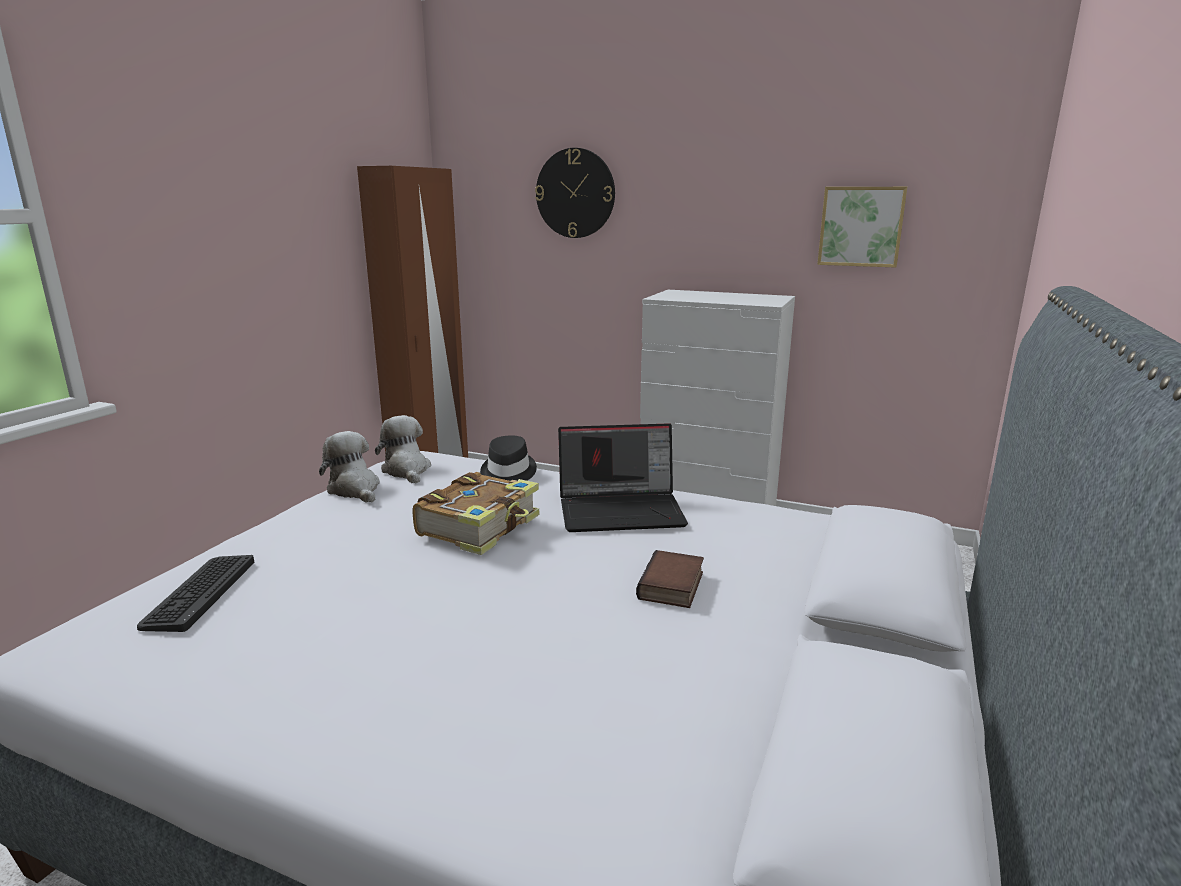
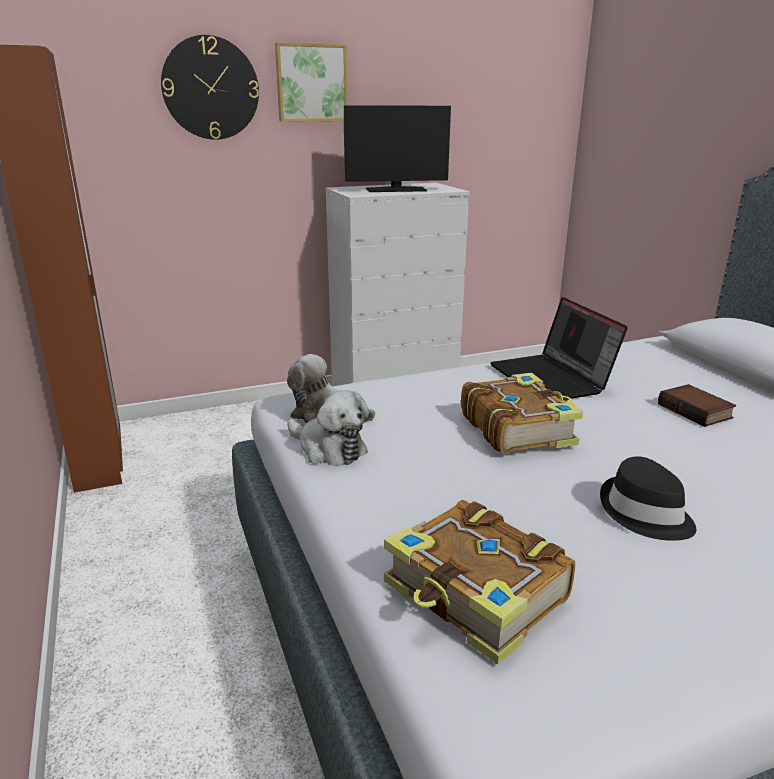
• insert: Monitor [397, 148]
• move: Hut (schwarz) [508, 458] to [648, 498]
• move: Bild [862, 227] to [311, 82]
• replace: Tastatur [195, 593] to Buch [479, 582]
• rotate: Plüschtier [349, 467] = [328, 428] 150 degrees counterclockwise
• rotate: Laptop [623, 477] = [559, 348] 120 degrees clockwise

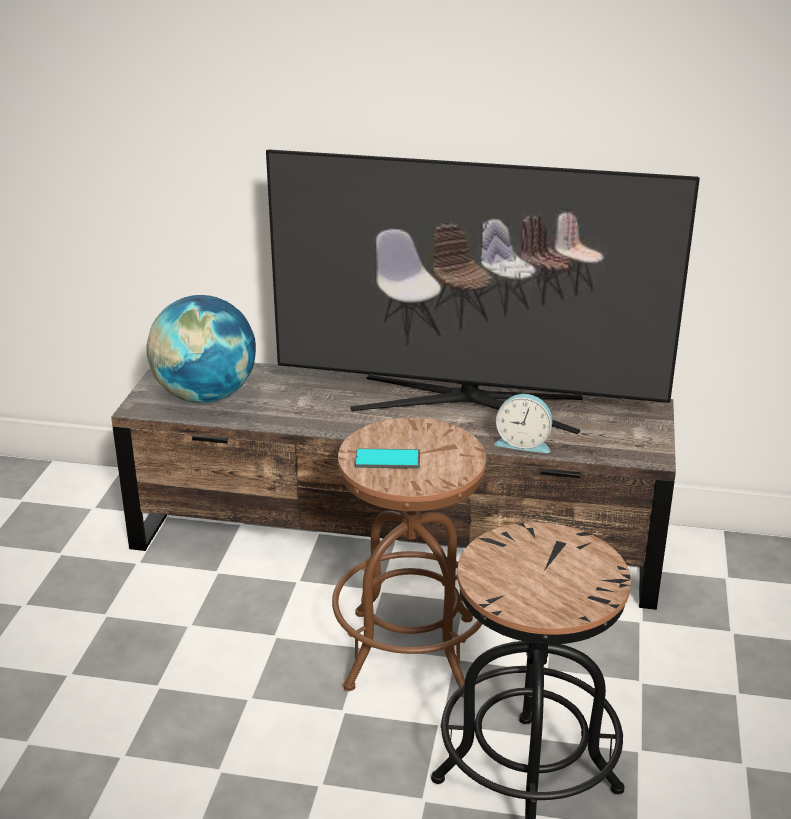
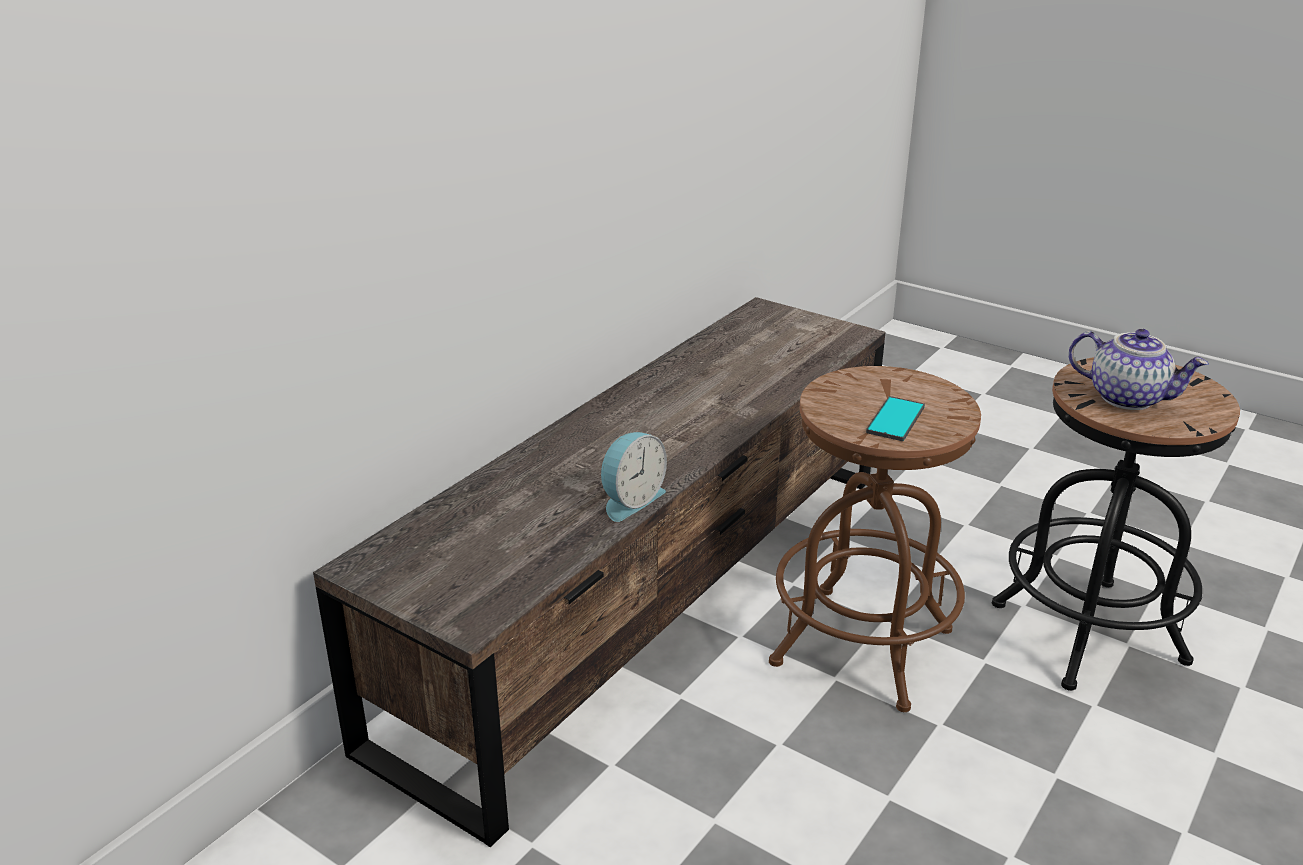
• delete: Globus [201, 349]
• delete: Fernseher [483, 291]
• insert: Teekanne [1138, 369]
• move: Wecker [523, 423] to [634, 477]

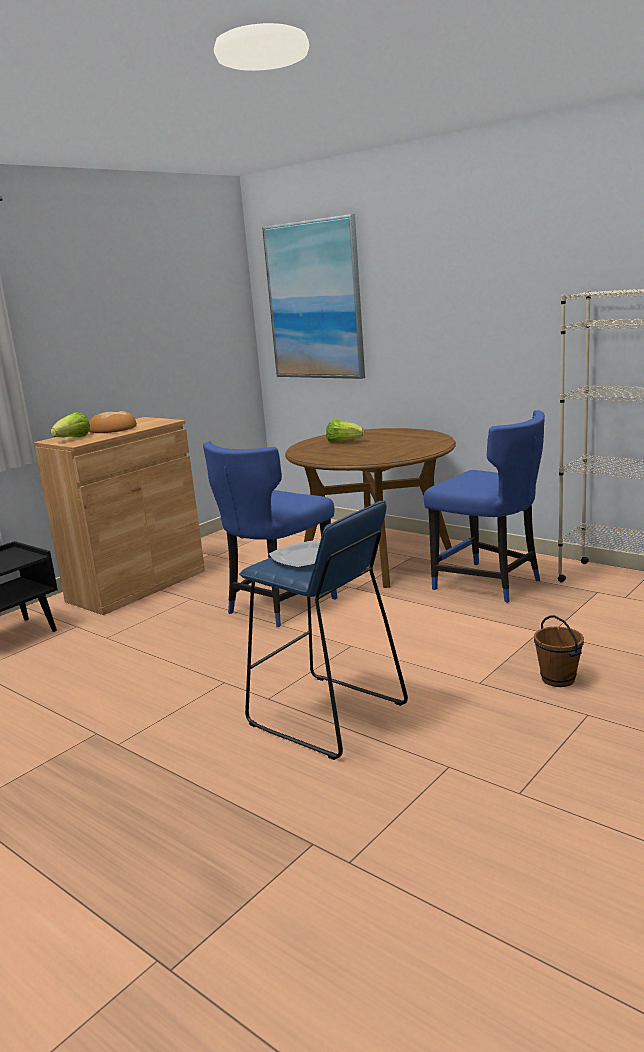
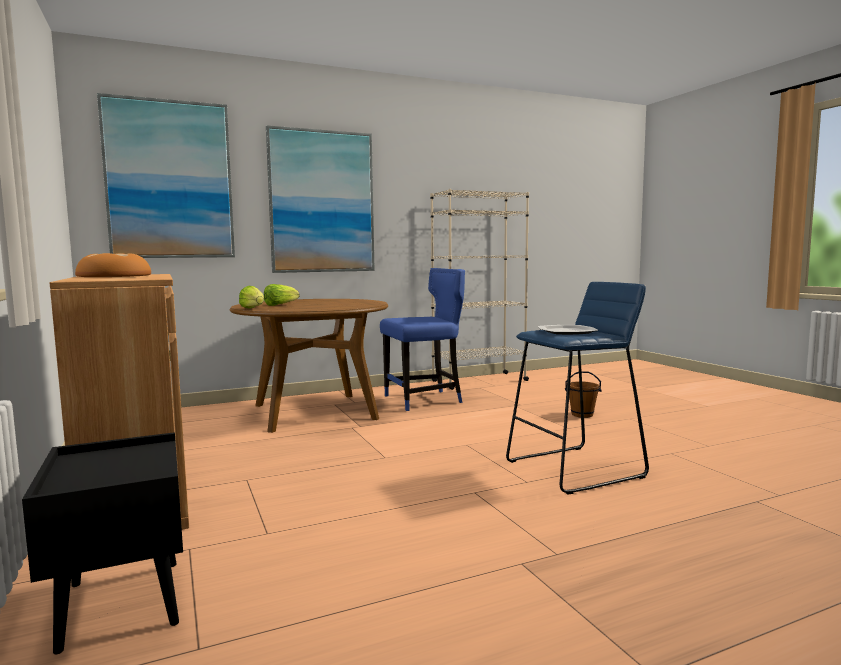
• delete: Stuhl (blau) [270, 534]
• insert: Bild [320, 199]
• move: Salatkopf [70, 424] to [251, 296]

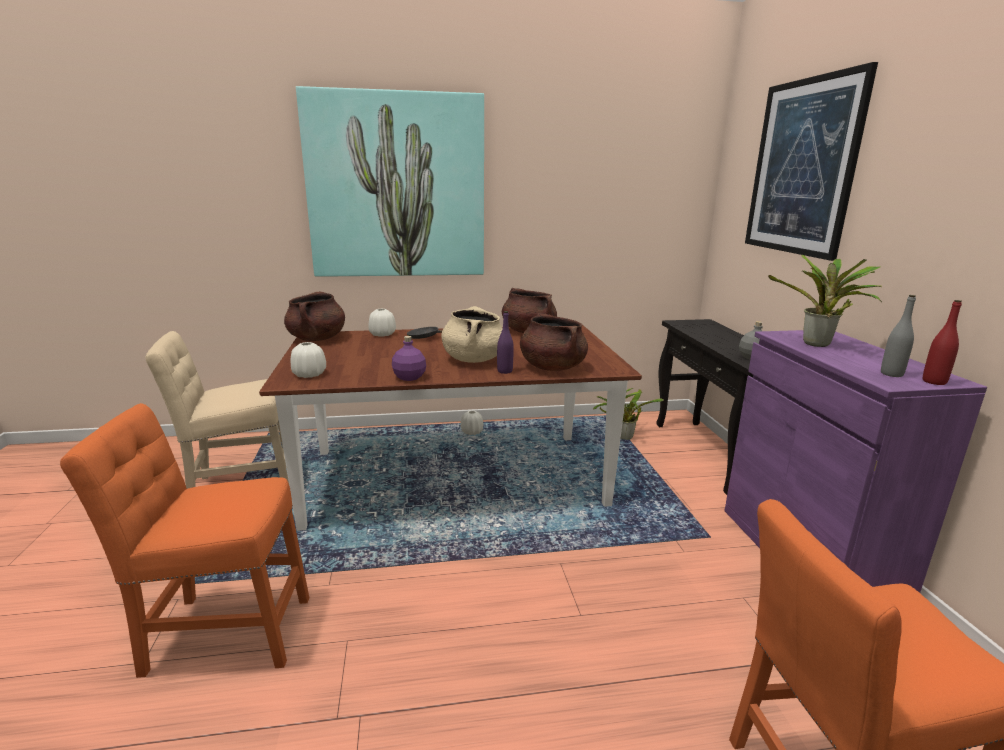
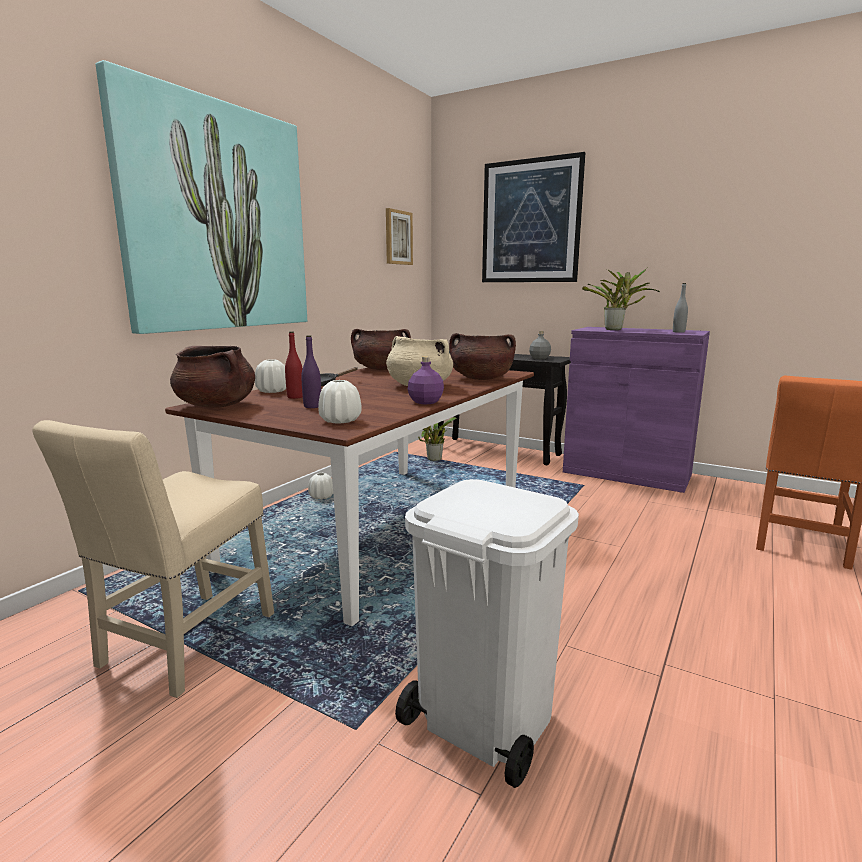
• insert: Bild [399, 236]
• move: Flasche (lila) [505, 342] to [311, 371]
• move: Flasche (rot) [942, 342] to [294, 365]
• replace: Stuhl (orange) [184, 540] to Mülleimer (weiß) [487, 633]

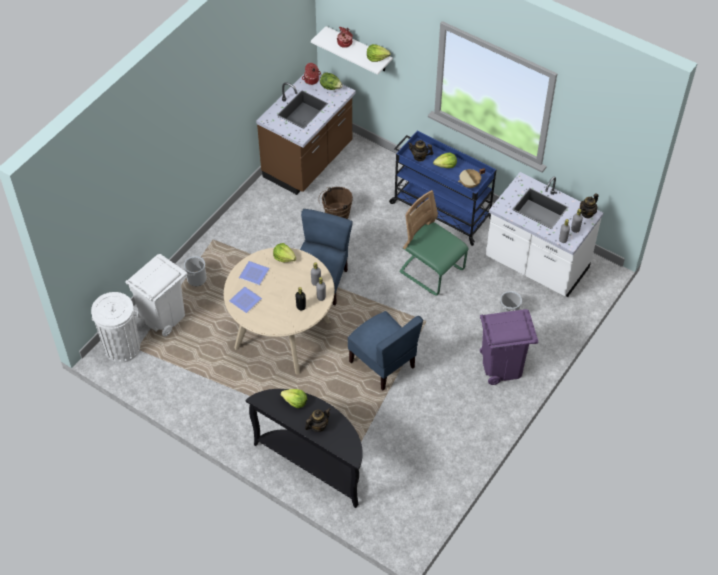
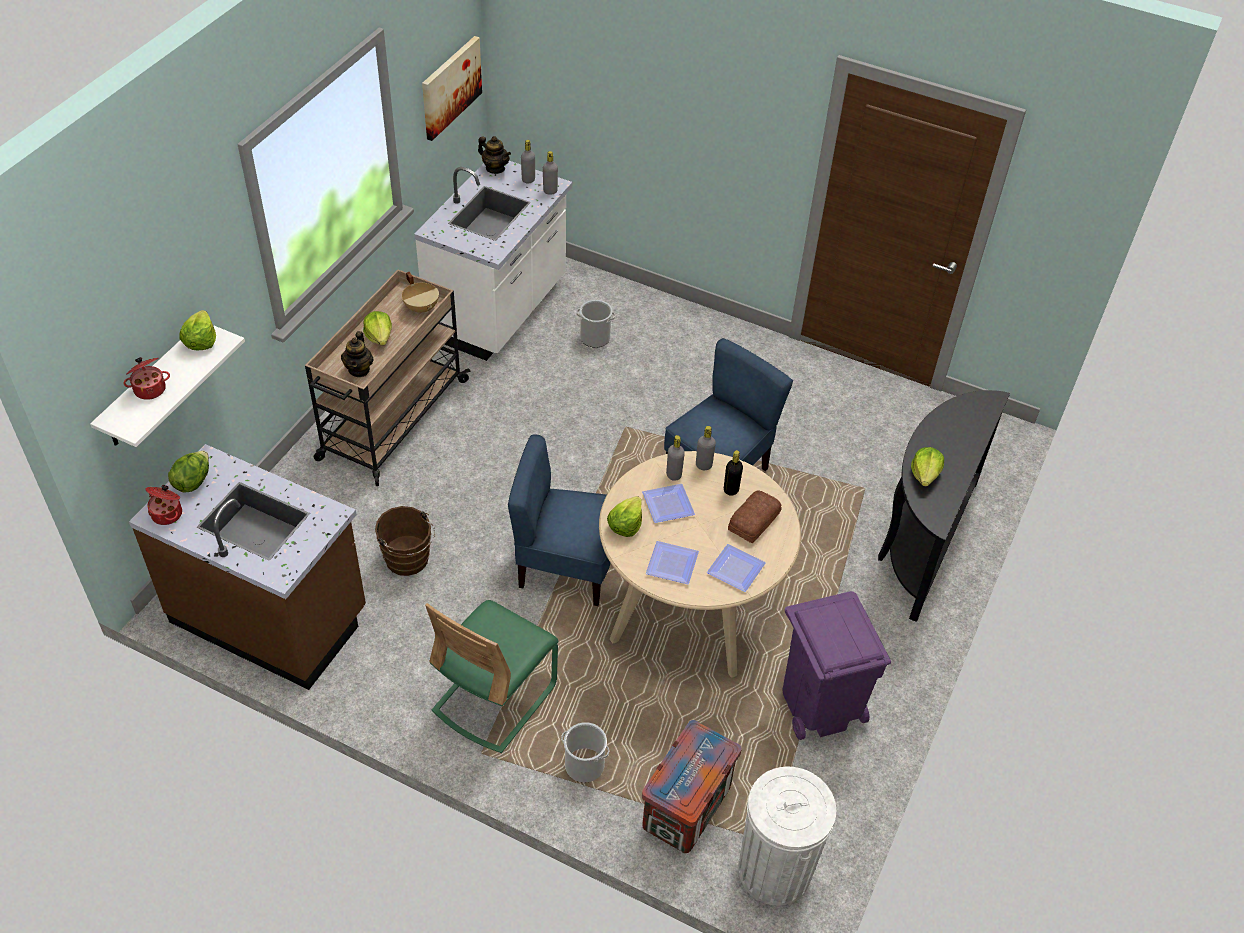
• delete: Teekanne [318, 420]
• insert: Bild [452, 88]
• insert: Teller [668, 503]
• insert: Brot [755, 516]
• move: Stuhl (grün) [434, 243] to [491, 676]
• move: Mülleimer (lila) [509, 347] to [836, 665]
• replace: Mülleimer (weiß) [156, 295] to Kiste [692, 786]
• recolor: Rollwagen (blau) [442, 188] to Rollwagen (beige) [387, 378]

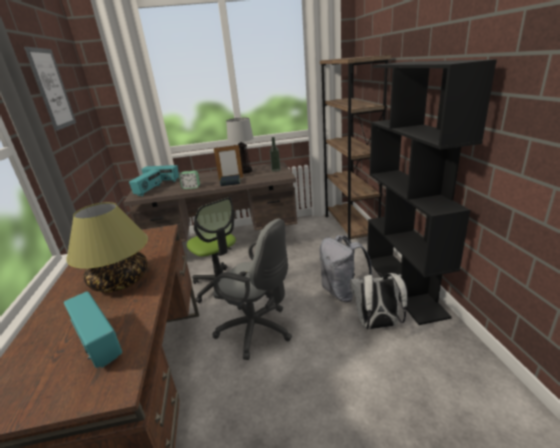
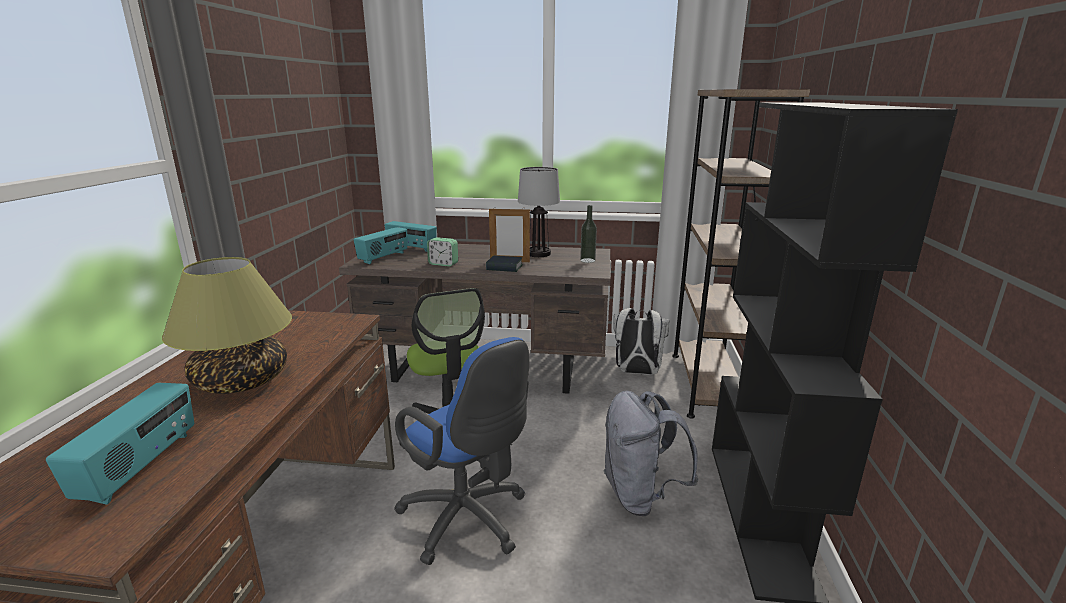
• delete: Bild [50, 89]
• move: Rucksack (weiß) [379, 300] to [641, 341]
• recolor: Bürostuhl (grau) [252, 289] to Bürostuhl (blau) [462, 451]
• rotate: Radio [93, 329] = [120, 444] 150 degrees counterclockwise

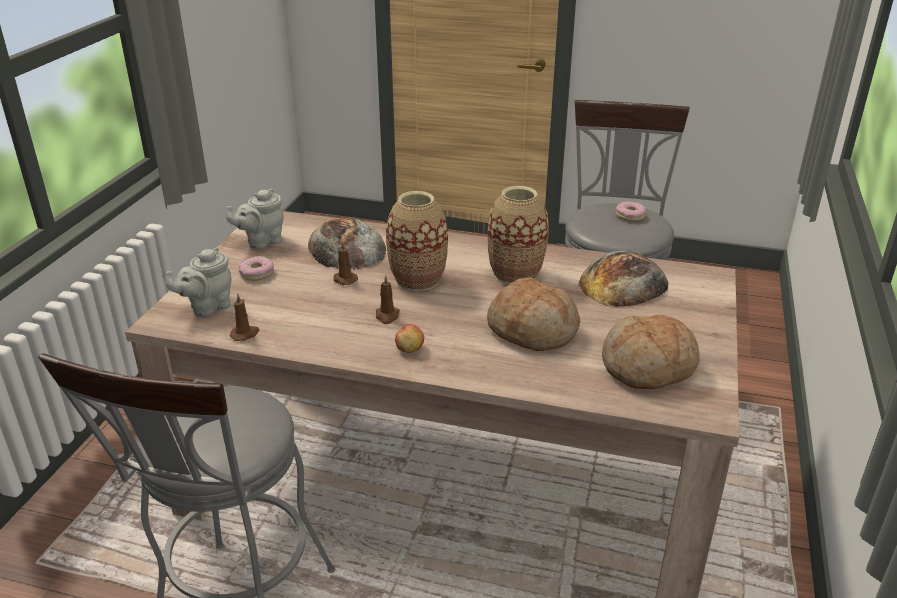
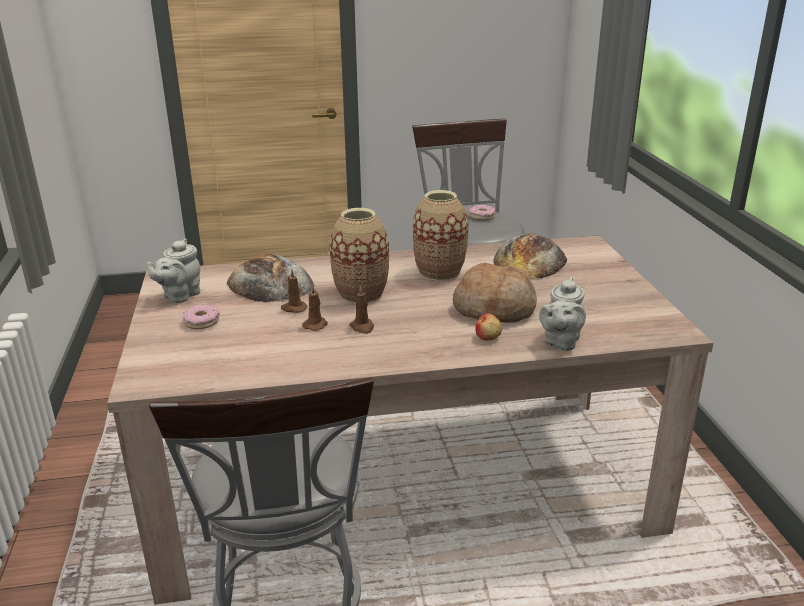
• delete: Brot [651, 352]
• move: Teekanne (grau) [198, 282] to [562, 314]
• move: Kerze (braun) [244, 317] to [315, 307]
• move: Apfel [409, 338] to [488, 327]

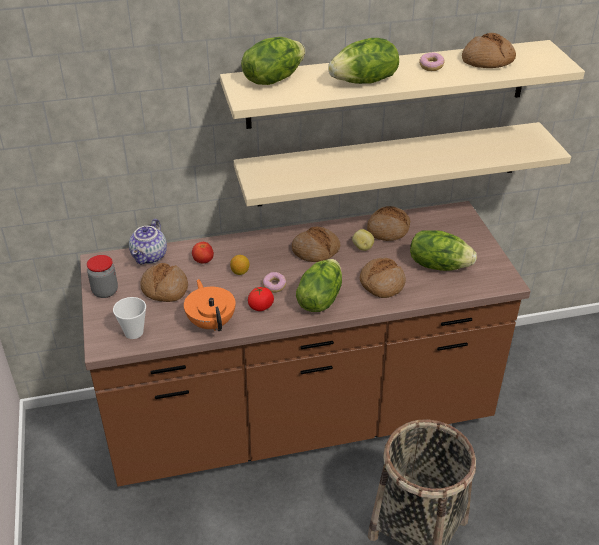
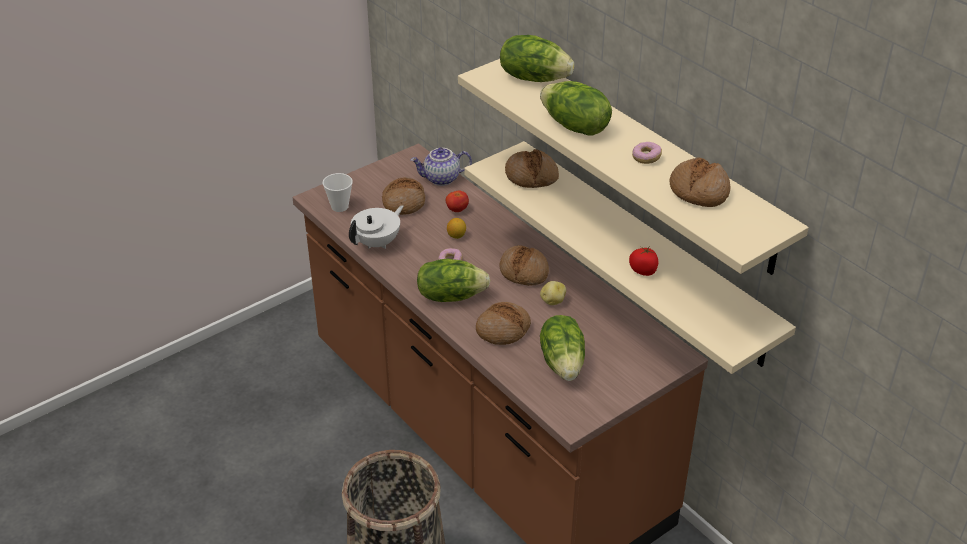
• delete: Vorratsglas [102, 276]
• move: Tomate [261, 298] to [643, 261]
• move: Brot [388, 223] to [532, 168]
• recolor: Teekanne (orange) [210, 305] to Teekanne (weiß) [376, 227]

